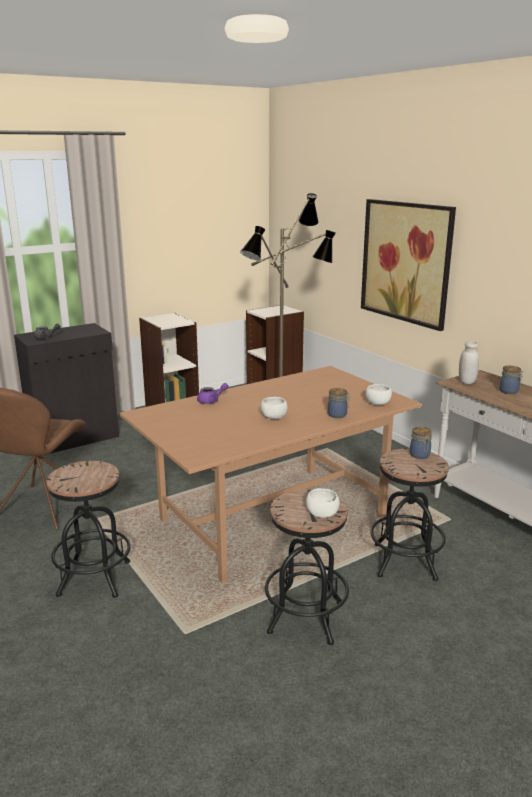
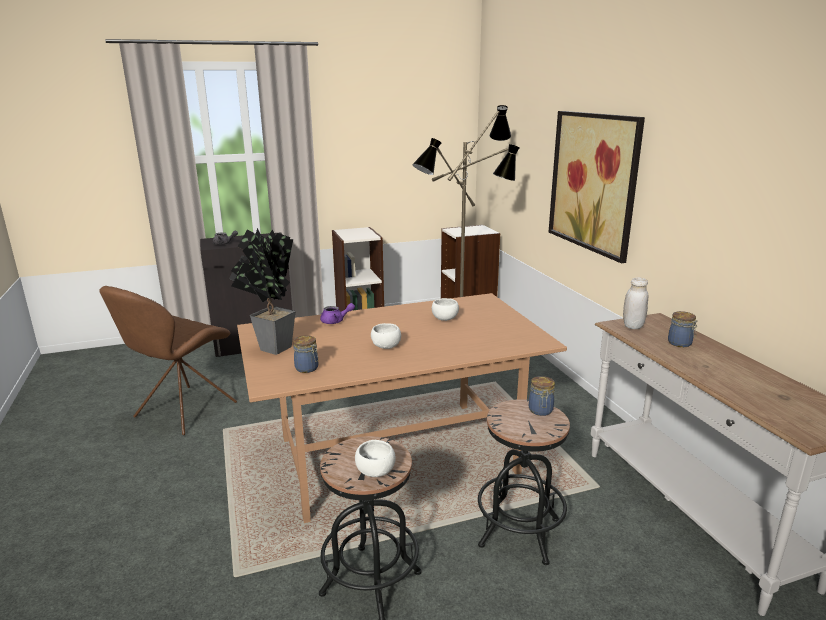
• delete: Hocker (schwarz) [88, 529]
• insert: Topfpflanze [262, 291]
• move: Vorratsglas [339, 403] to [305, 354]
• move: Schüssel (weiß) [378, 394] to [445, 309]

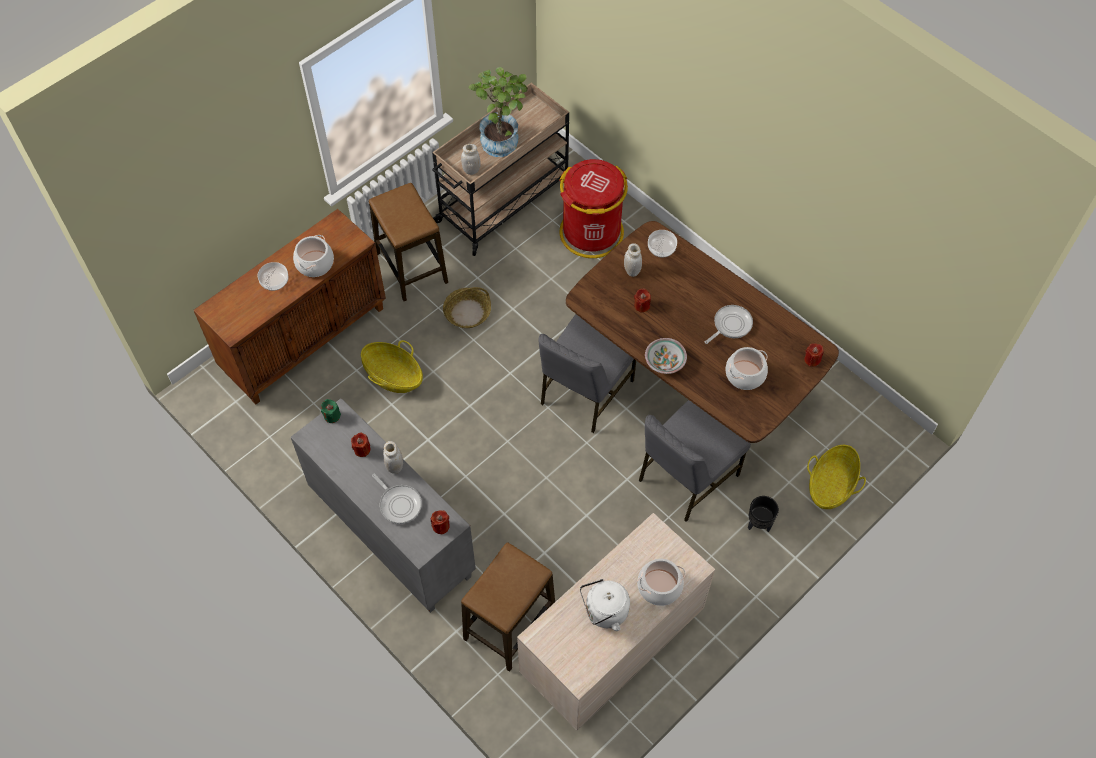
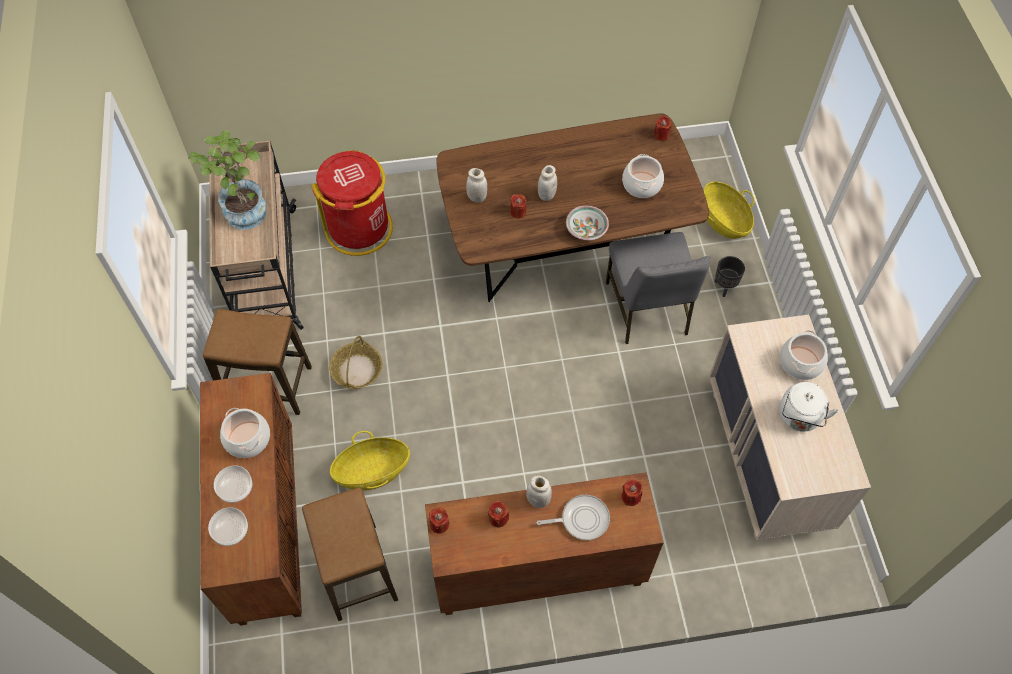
• delete: Stuhl (grau) [587, 373]
• delete: Pfanne [729, 324]
• move: Vorratsglas (weiß) [471, 159] to [547, 183]
• move: Hocker [508, 607] to [350, 554]
• move: Schüssel [662, 243] to [228, 526]
• recolor: Schrank (grau) [383, 505] to Schrank (braun) [544, 543]
• recolor: Kerze (grün) [331, 411] to Kerze (rot) [439, 520]

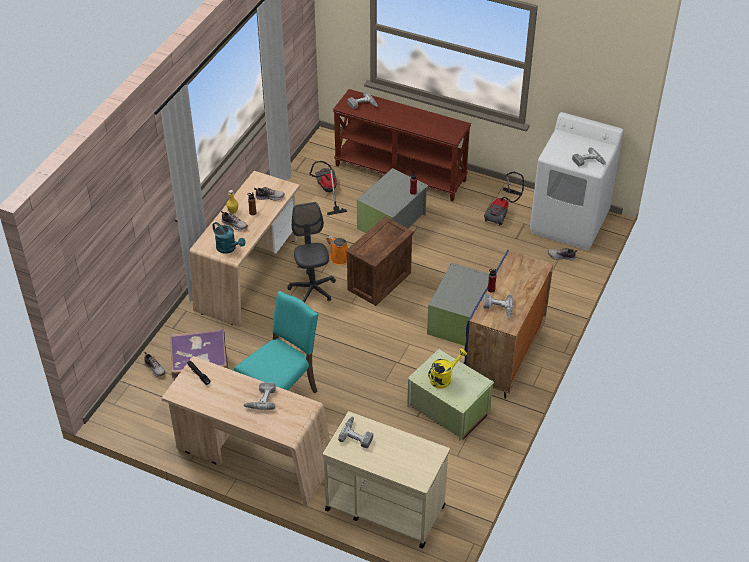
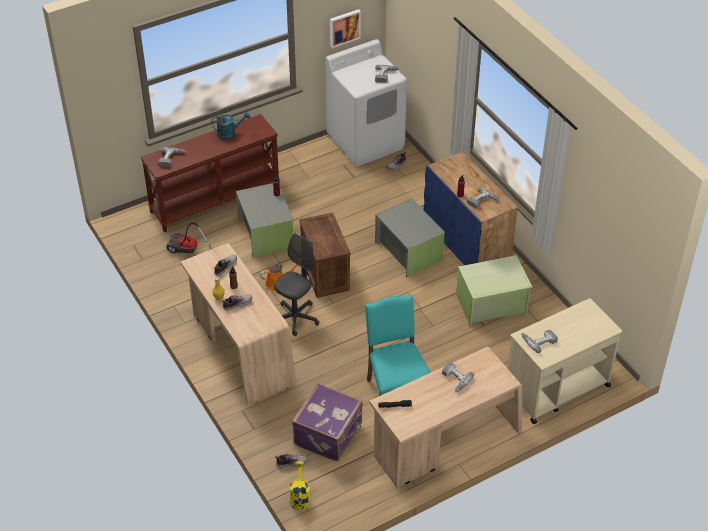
• delete: Staubsauger [504, 199]
• insert: Bild [345, 28]
• move: Gießkanne (türkis) [229, 238] to [230, 126]
• move: Gießkanne (gelb) [447, 369] to [300, 485]
• rotate: Bürostuhl (grau) [311, 252] = [297, 284] 105 degrees clockwise

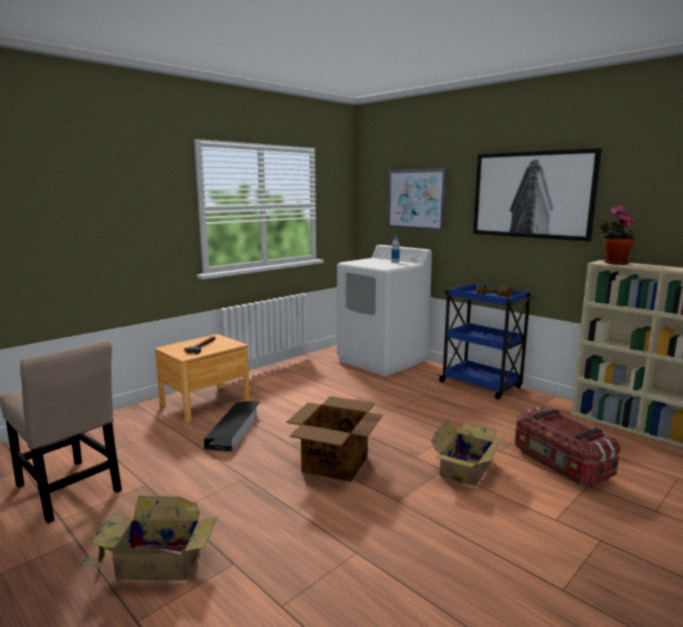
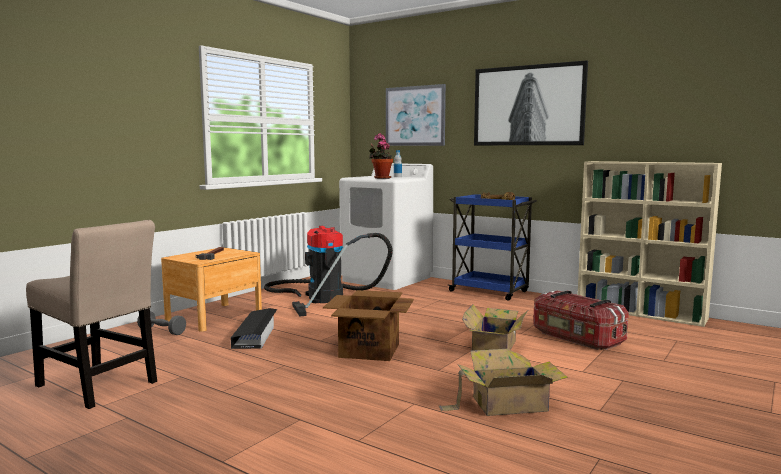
• insert: Hantel (grau) [161, 323]
• insert: Staubsauger [328, 271]
• move: Karton [148, 538] to [503, 382]
• move: Topfpflanze [617, 234] to [381, 156]

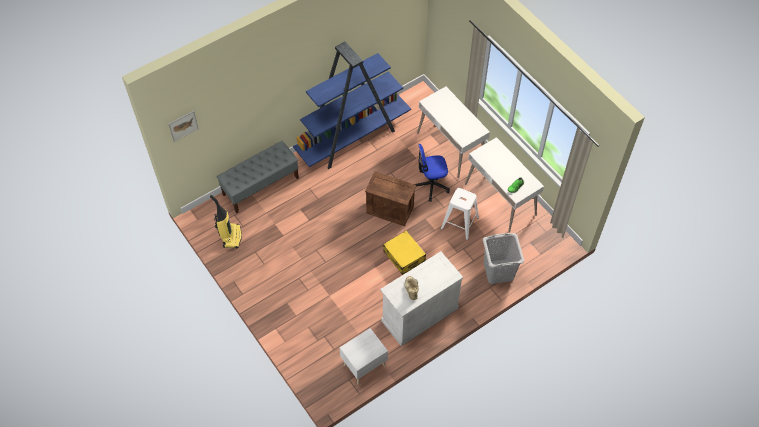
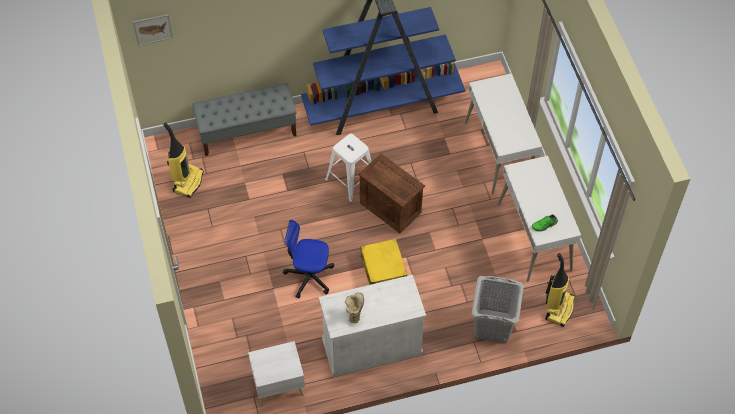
• insert: Staubsauger [560, 290]
• move: Bürostuhl [432, 172] to [308, 259]
• move: Hocker (weiß) [460, 214] to [348, 168]

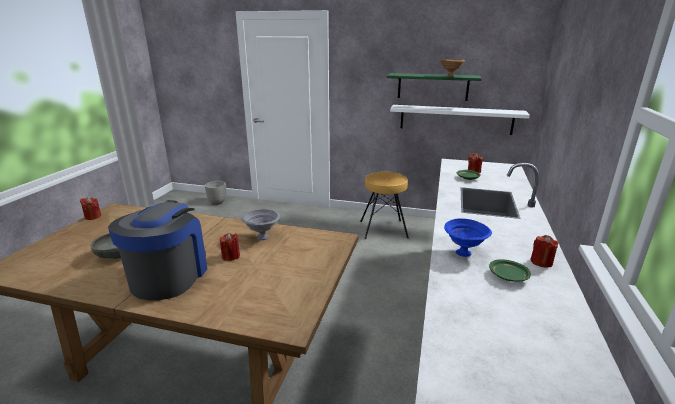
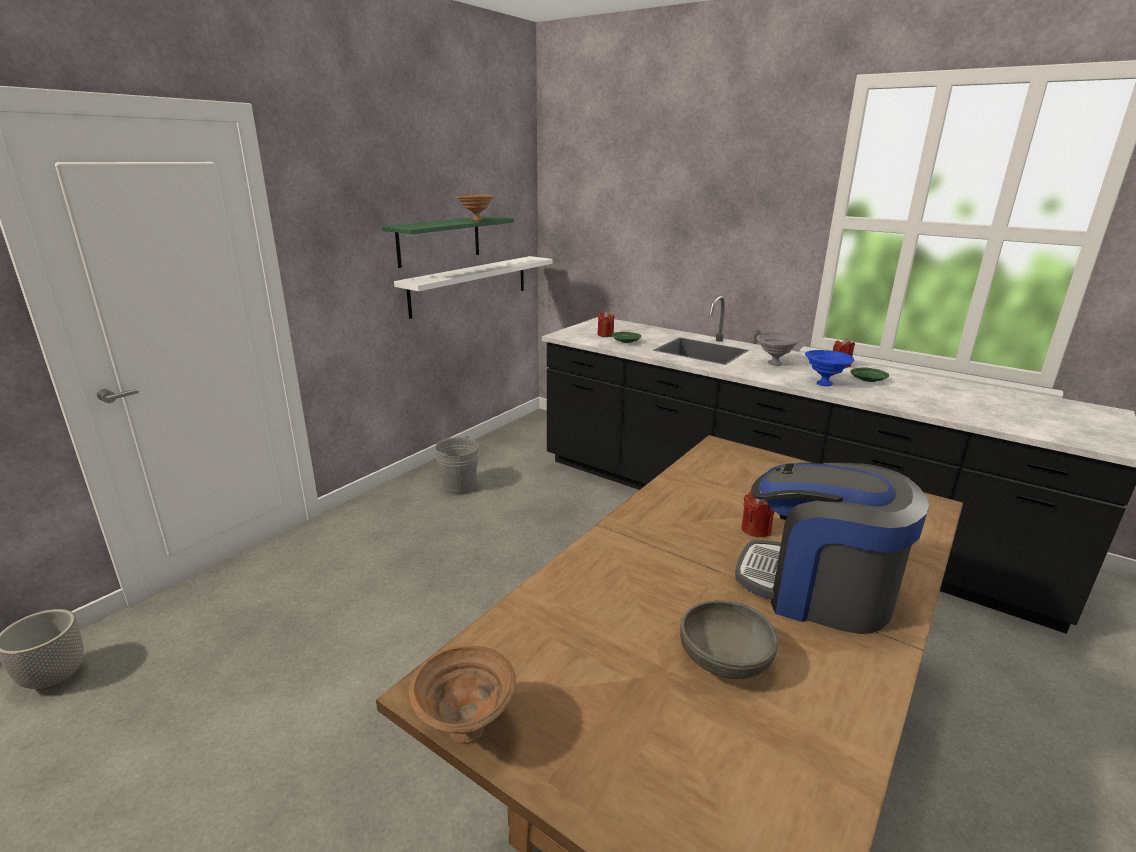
• move: Schüssel (grau) [260, 224] to [778, 349]
• replace: Kerze (rot) [90, 208] to Schüssel (braun) [462, 695]
• replace: Hocker (braun) [384, 205] to Eimer (grau) [456, 465]

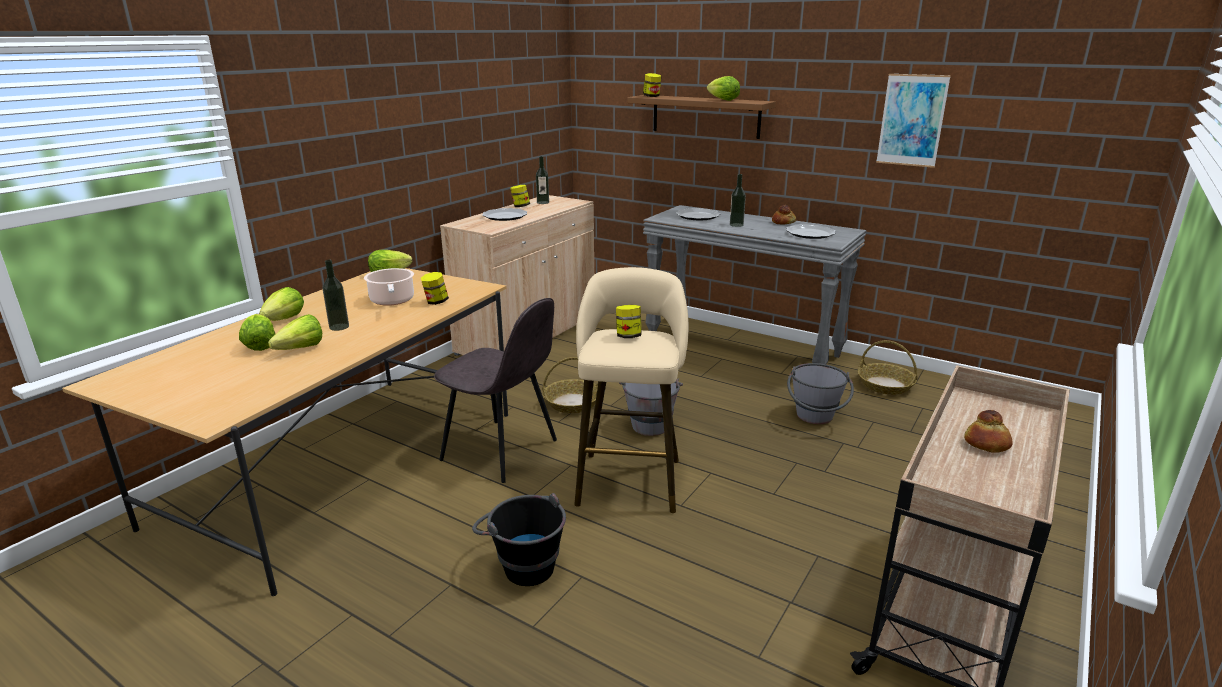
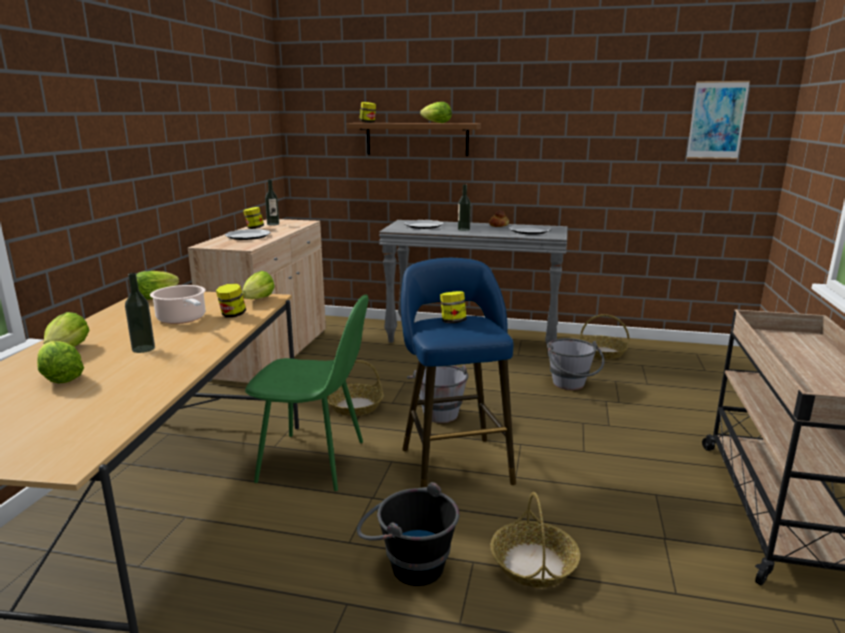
• delete: Brot [988, 431]
• insert: Korb [535, 540]
• move: Salatkopf [295, 332] to [258, 285]
• move: Bild [913, 121] to [718, 120]
• recolor: Stuhl (grau) [495, 390] to Stuhl (grün) [307, 393]
• recolor: Hocker (beige) [631, 390] to Hocker (blau) [458, 373]

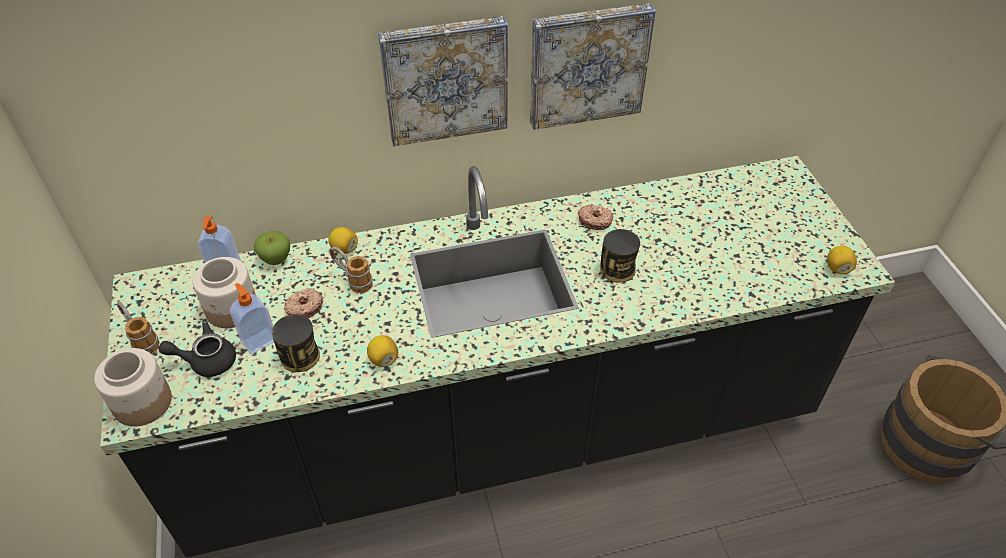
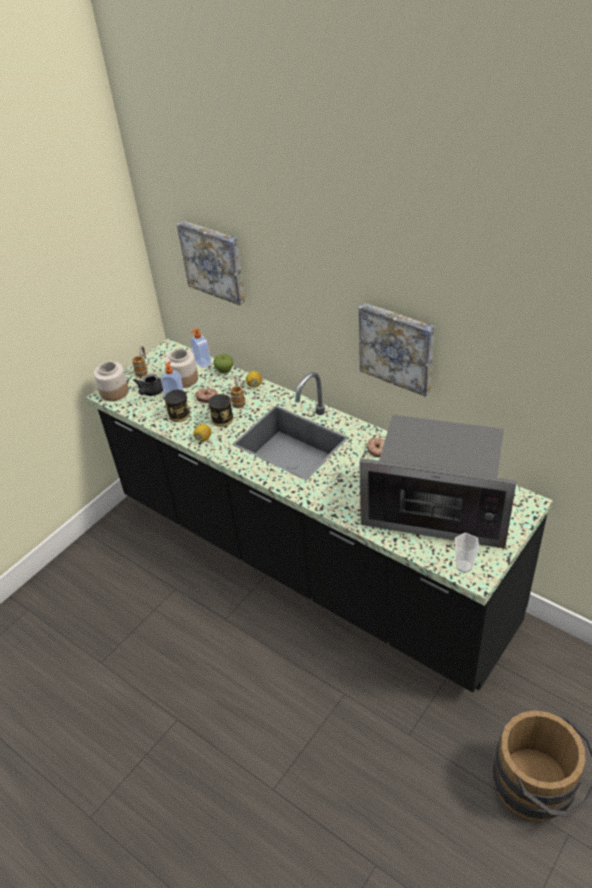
• insert: Mikrowelle [438, 482]
• move: Bild [443, 81] to [211, 263]
• move: Dose [620, 256] to [221, 410]
• replace: Zitrone [842, 260] to Tasse [467, 553]
• rotate: Teekanne (schwarz) [197, 349] = [148, 385] 120 degrees counterclockwise

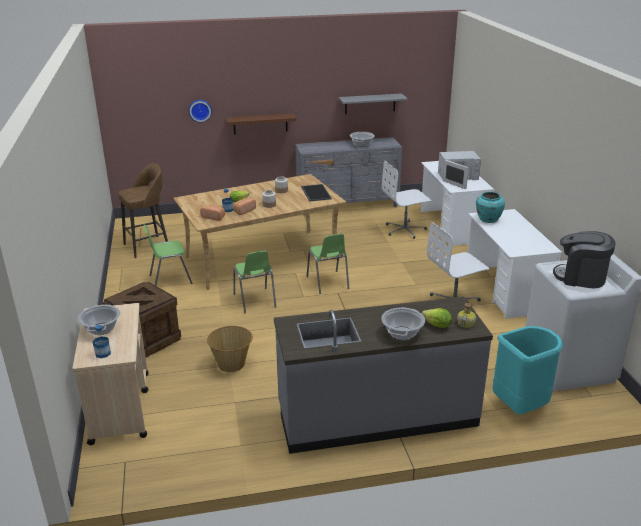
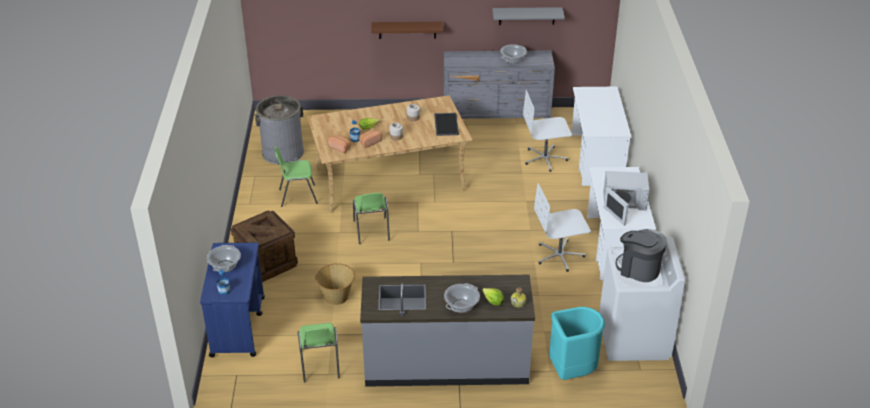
• delete: Wanduhr [200, 111]
• delete: Vase (türkis) [490, 207]
• move: Stuhl (grün) [328, 264] to [319, 352]
• move: Mikrowelle (weiß) [459, 170] to [626, 198]
• replace: Hocker (braun) [143, 210] to Mülleimer (grau) [279, 130]
• recolor: Rollwagen (beige) [111, 374] to Rollwagen (blau) [232, 299]

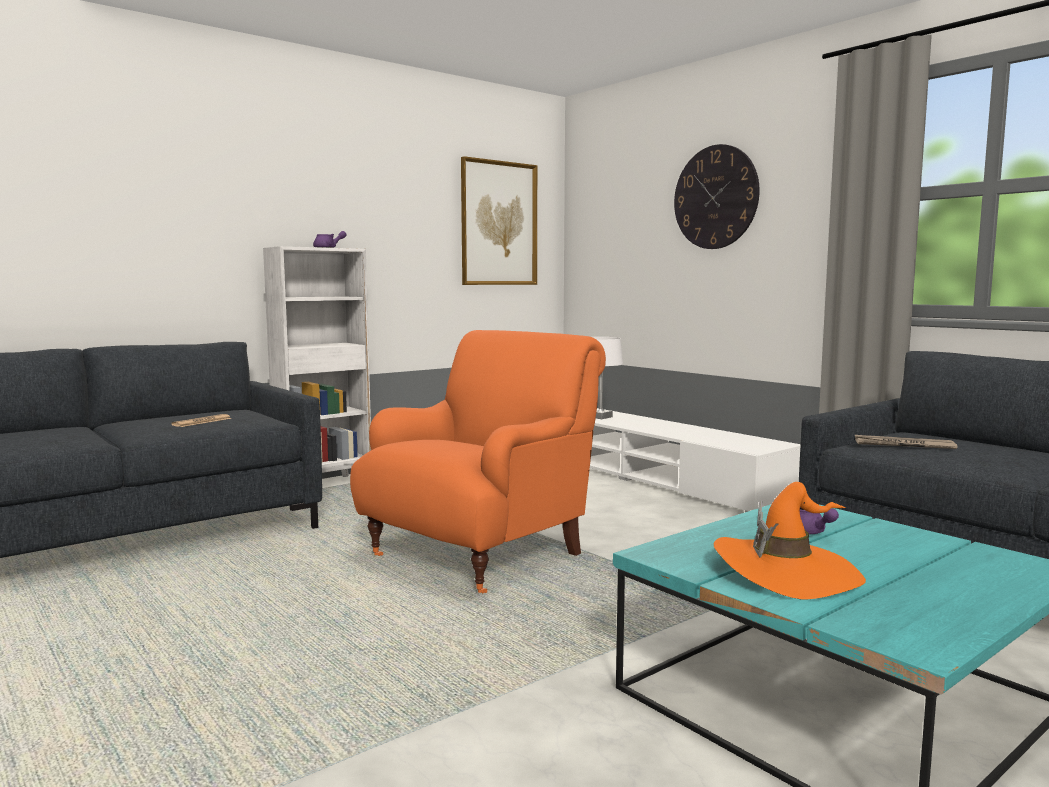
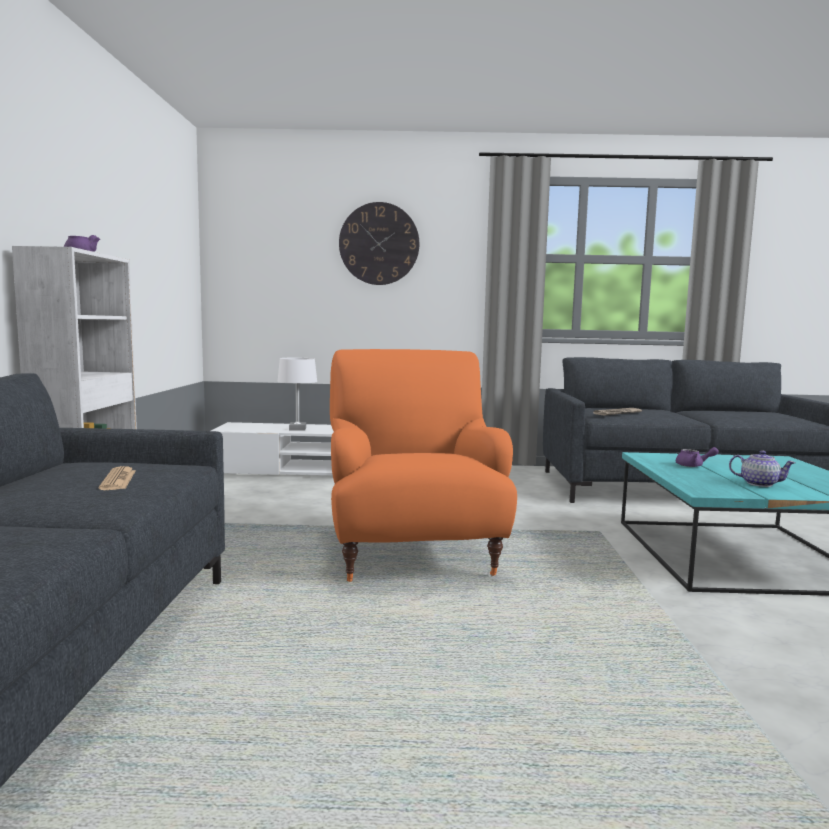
• delete: Bild [499, 220]
• replace: Hut (orange) [790, 540] to Teekanne [762, 468]

